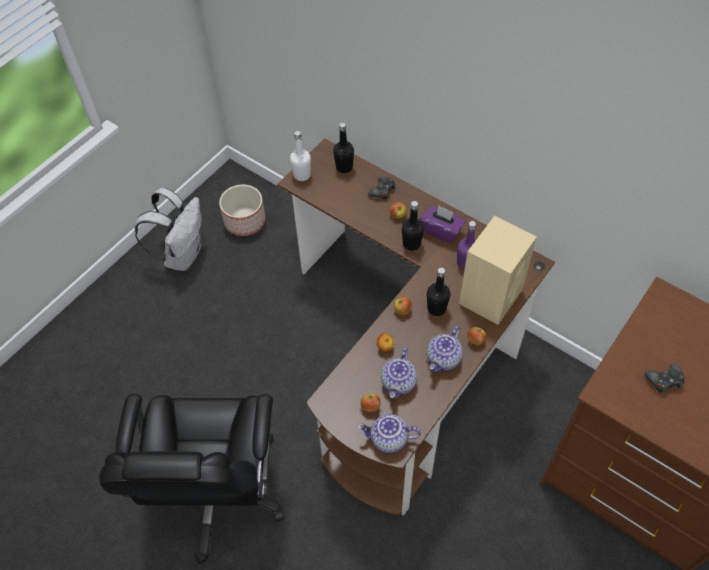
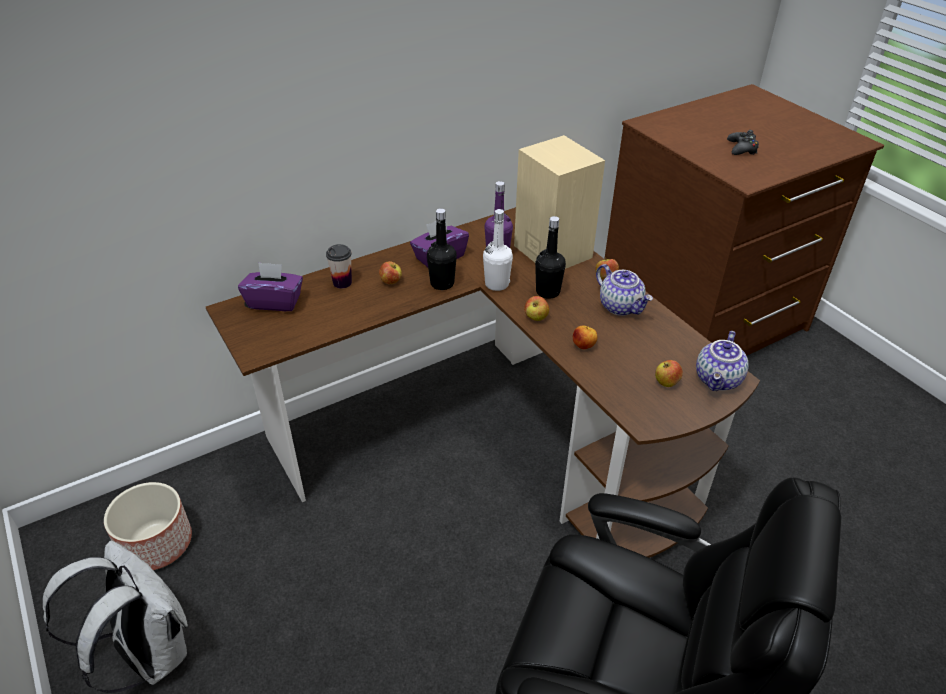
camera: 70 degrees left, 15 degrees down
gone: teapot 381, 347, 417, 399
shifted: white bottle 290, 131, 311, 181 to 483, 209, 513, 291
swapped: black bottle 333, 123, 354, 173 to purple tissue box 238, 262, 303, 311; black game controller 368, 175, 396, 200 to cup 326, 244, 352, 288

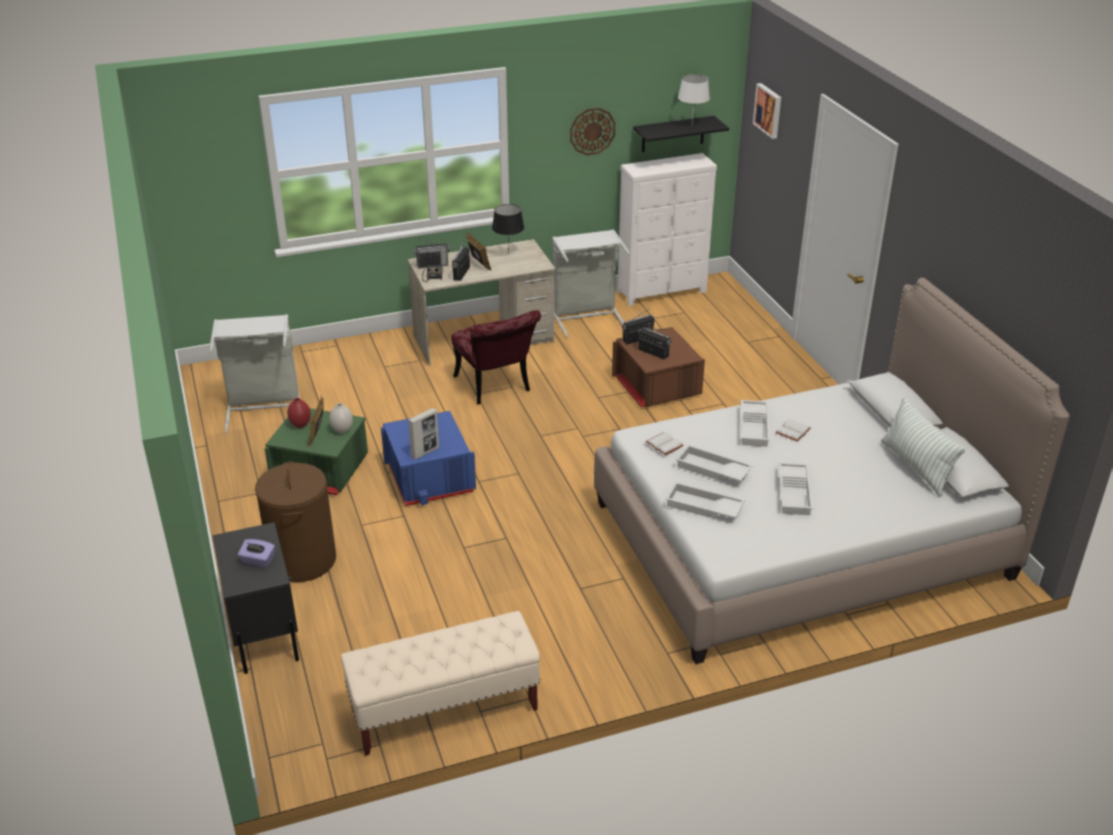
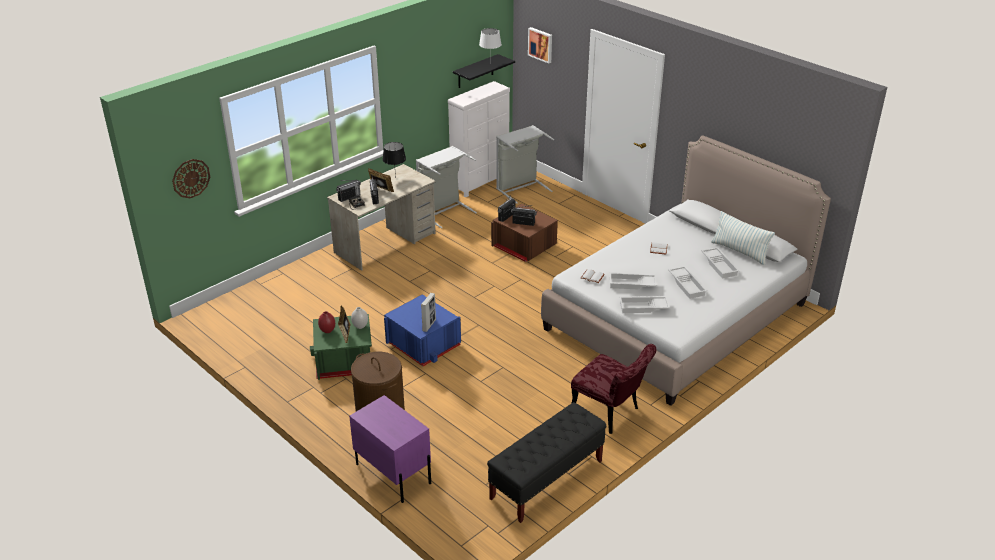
camera: 25 degrees left, 0 degrees up
gone: purple tissue box 238, 539, 275, 568
shifted: grey laundry basket 209, 314, 300, 433 to 496, 125, 554, 204; red chair 451, 310, 541, 404 to 571, 344, 656, 434; wall clock 570, 108, 616, 156 to 172, 159, 210, 198; white tray 741, 400, 770, 447 to 701, 247, 739, 278
repainted: black nightstand 212, 522, 299, 674 to purple nightstand 349, 395, 431, 503; beige bench 341, 611, 540, 756 to black bench 487, 402, 606, 523

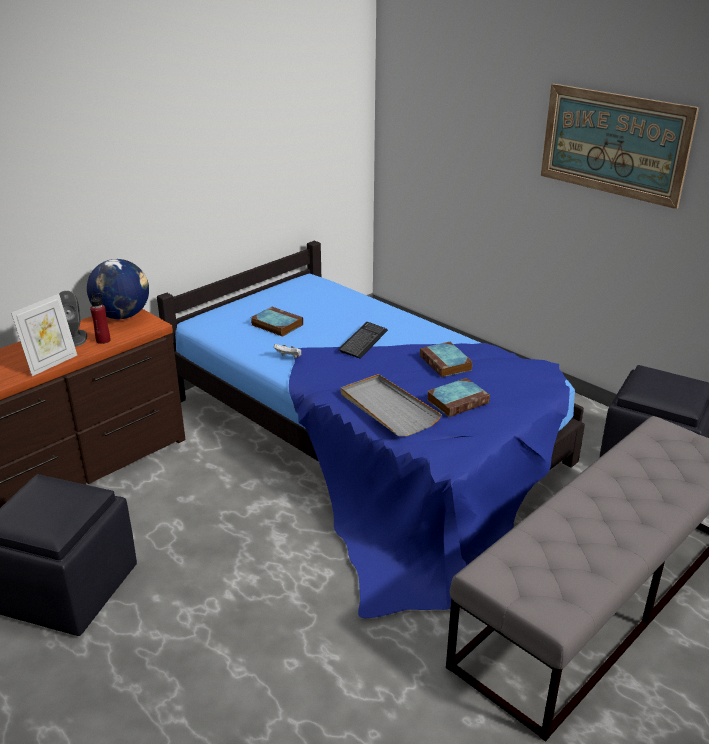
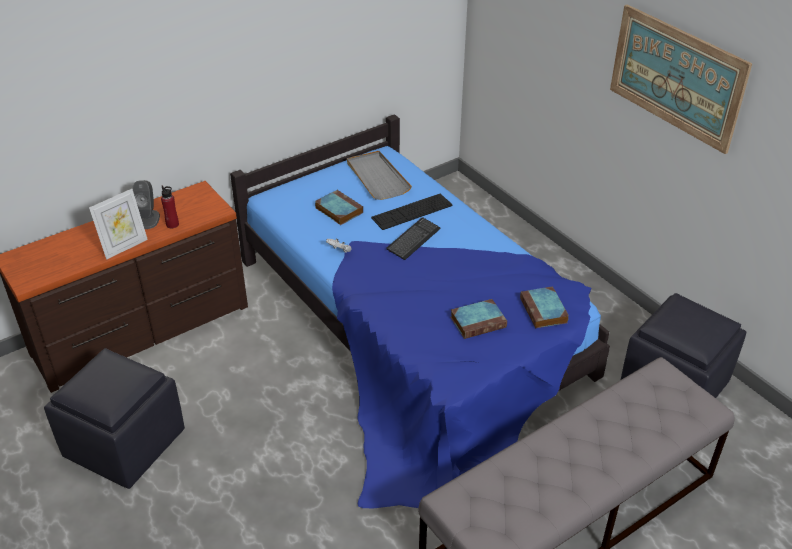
camera: 10 degrees right, 10 degrees up
gone: globe 87, 259, 149, 319
new: keyboard 371, 194, 453, 230
shifted: grey tray 341, 374, 442, 437 to 347, 151, 412, 200; book 420, 342, 473, 377 to 520, 286, 569, 328

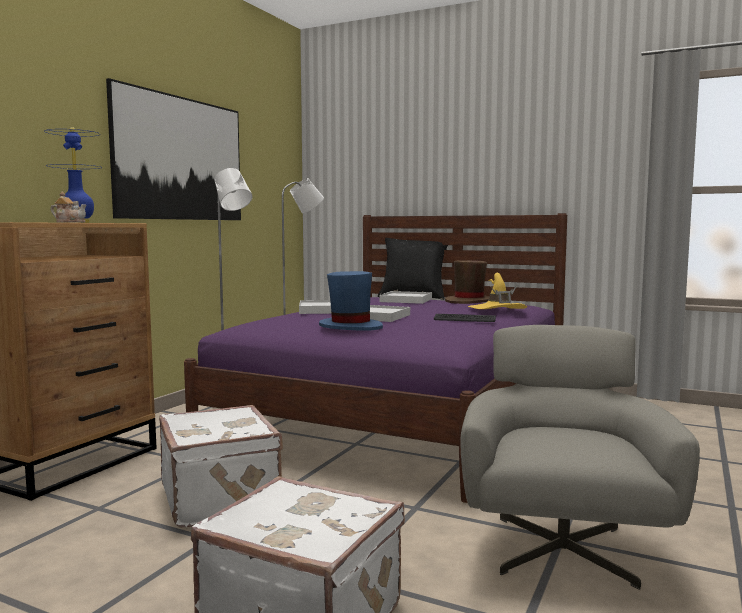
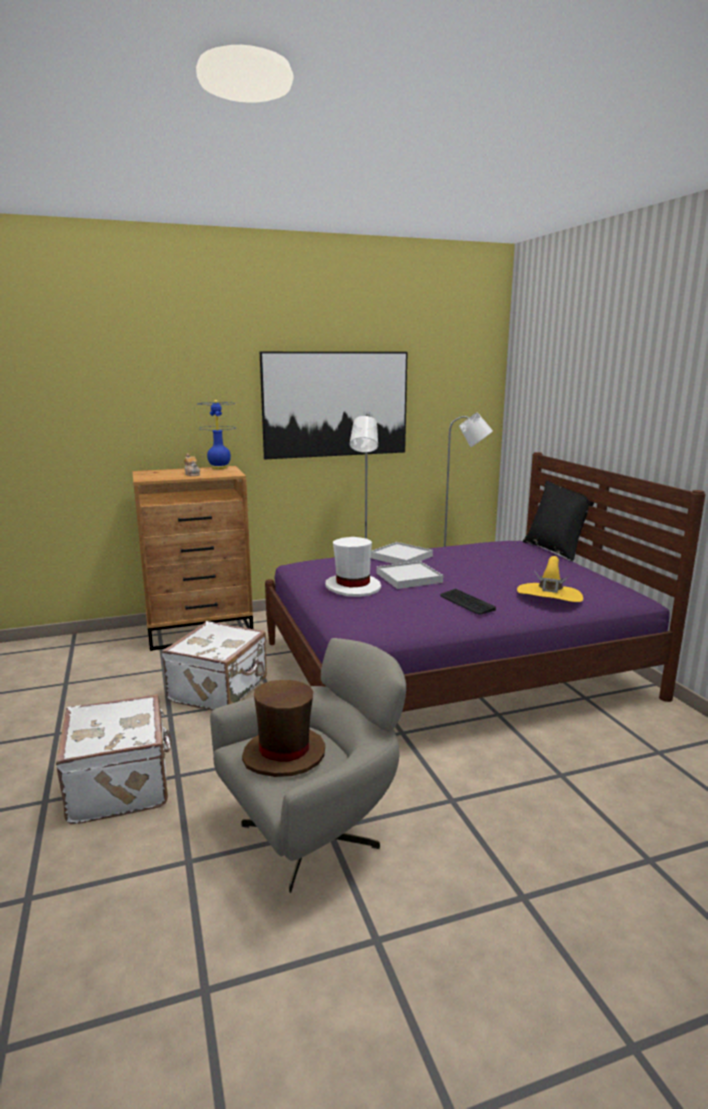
camera: 45 degrees right, 10 degrees up
gone: white tray 379, 291, 432, 304
shifted: brown hat 445, 260, 489, 304 to 242, 680, 325, 777
repainted: blue hat 319, 271, 383, 331 to white hat 326, 537, 381, 597

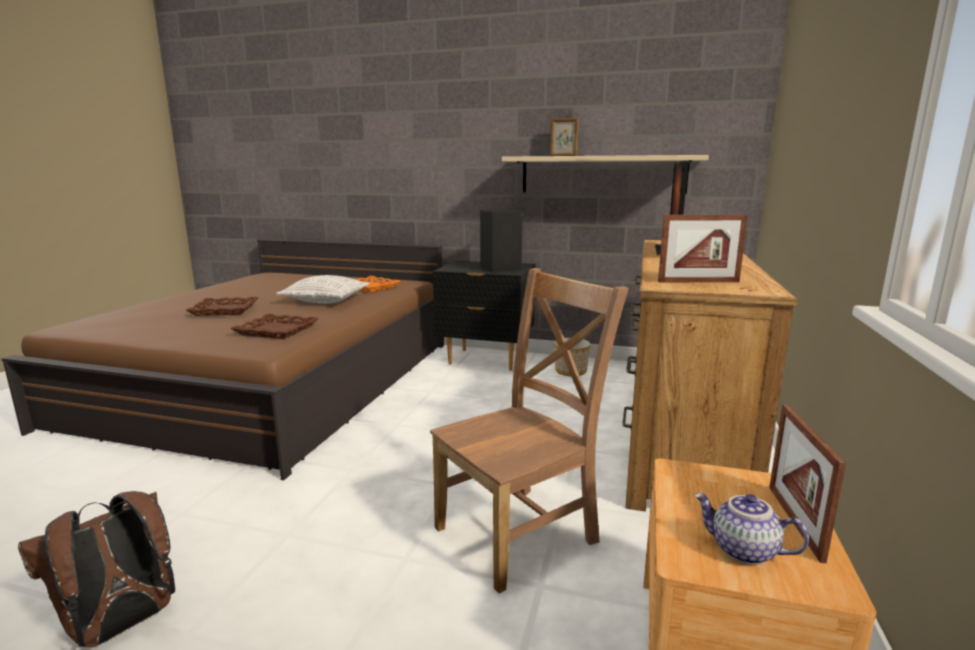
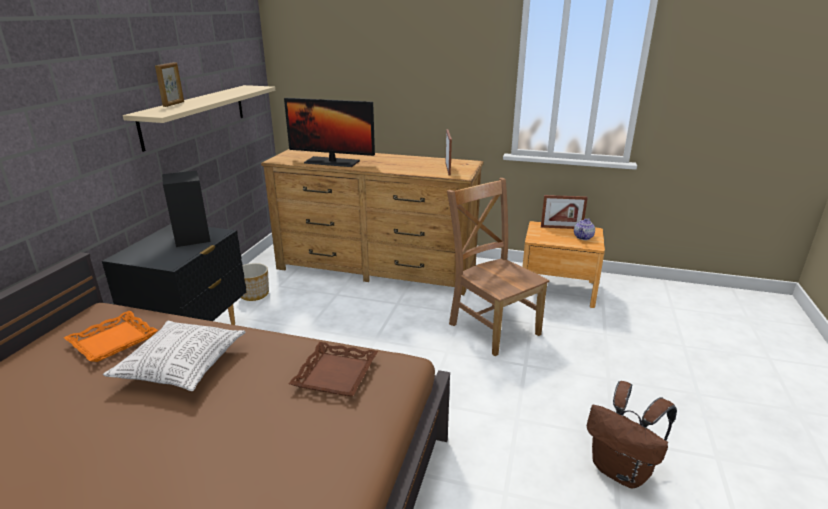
camera: 90 degrees left, 10 degrees up
gone: brown tray 186, 297, 259, 316

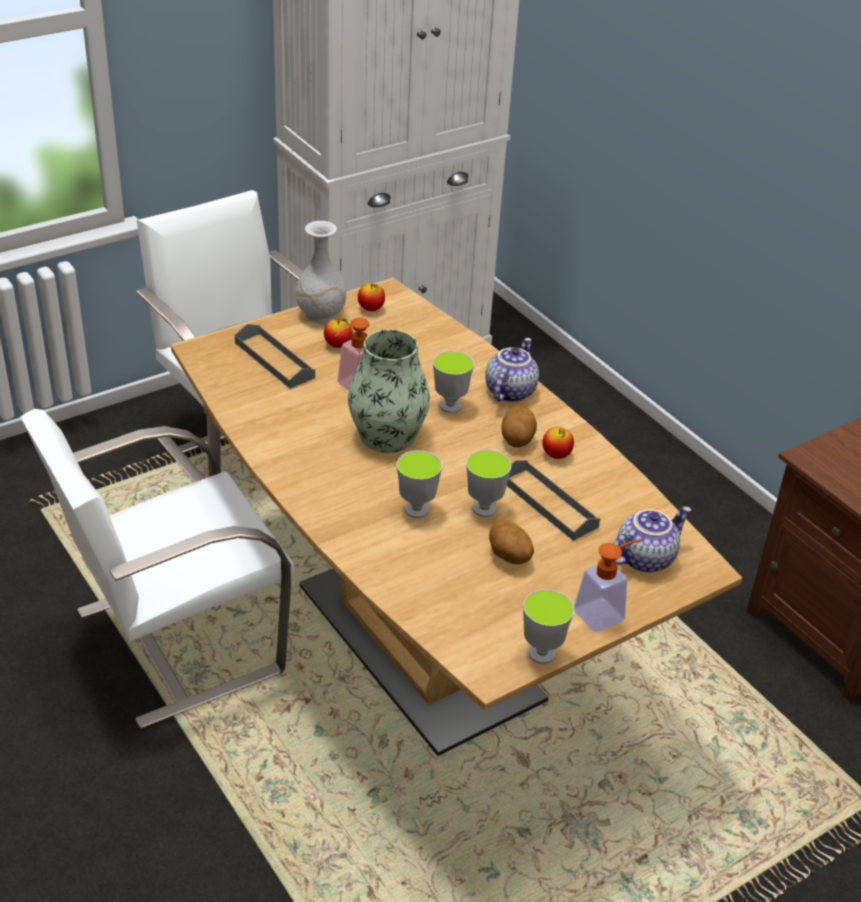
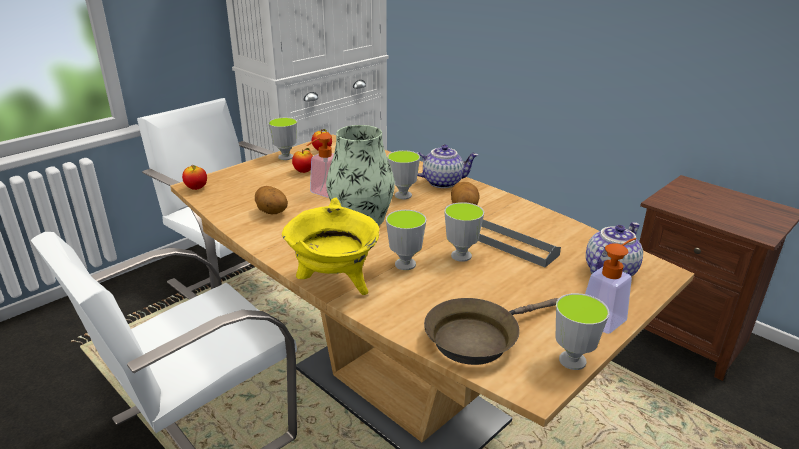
camera: 10 degrees left, 10 degrees down
gone: grey tray 235, 324, 315, 388
new: yellow cooking pot 282, 198, 379, 295; brown frying pan 424, 298, 558, 365
shifted: potato 489, 521, 534, 564 to 255, 186, 288, 214; apple 542, 426, 574, 459 to 182, 165, 207, 190
swapped: white vase 296, 221, 346, 323 to cup 268, 117, 297, 160
rotated: teapot 485, 338, 539, 402 = 417, 145, 478, 188 75 degrees clockwise

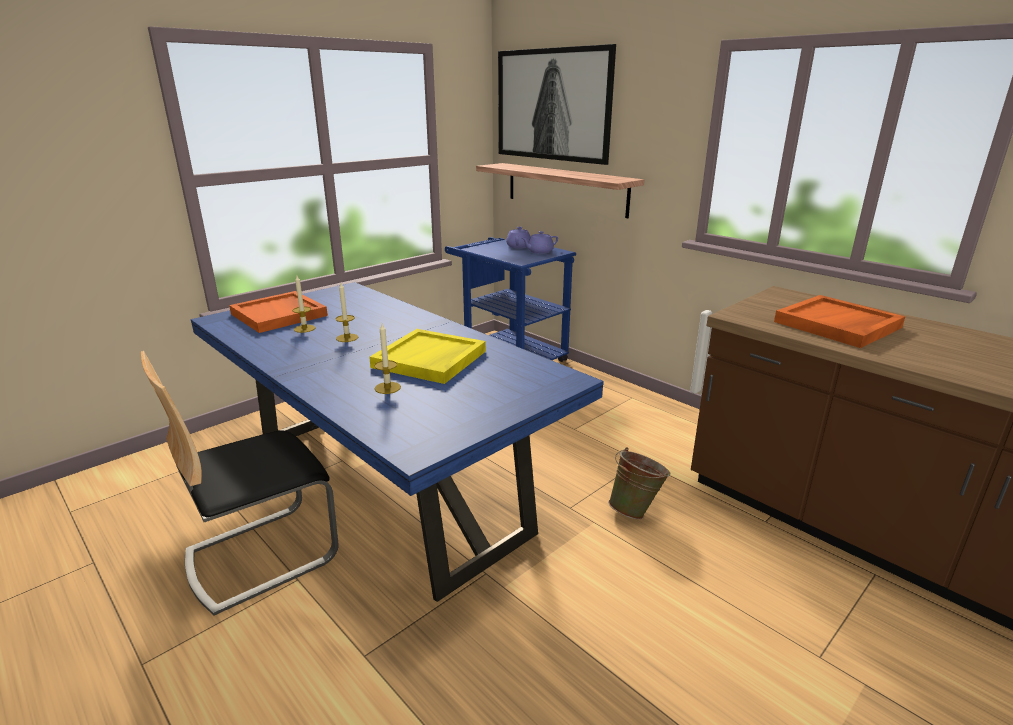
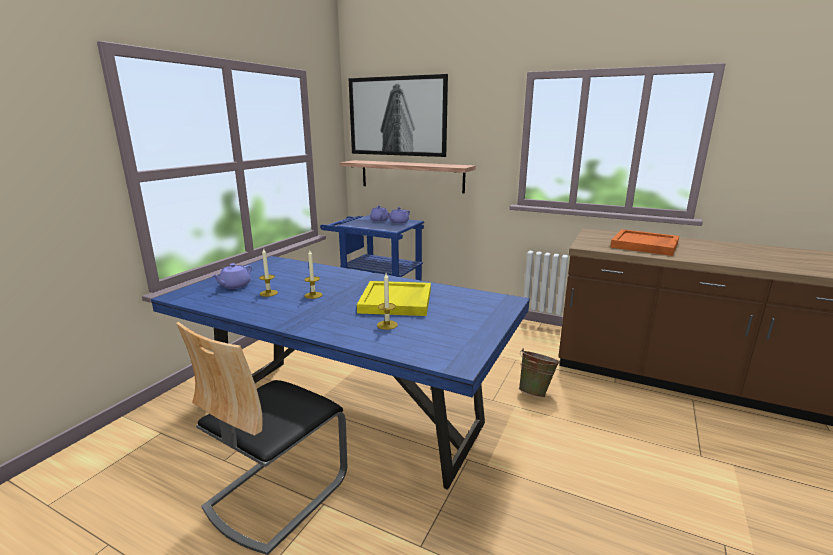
camera: 20 degrees left, 5 degrees down
swapped: orange tray 229, 291, 328, 333 to purple teapot 212, 263, 252, 289

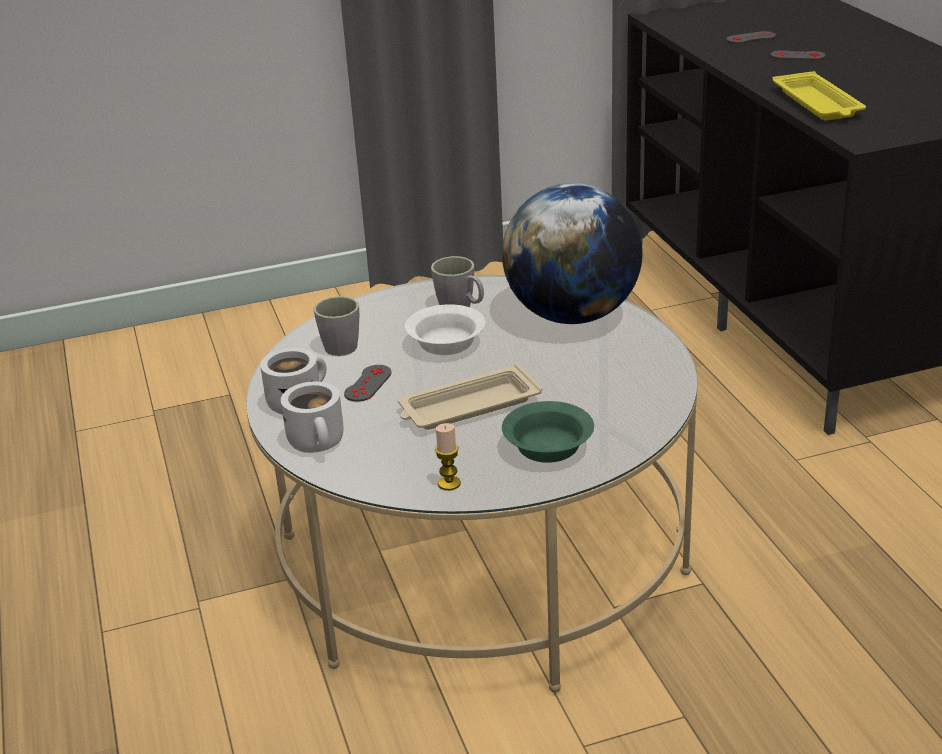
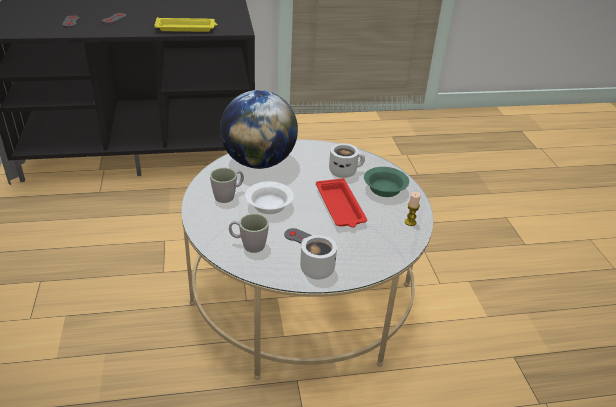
camera: 85 degrees left, 5 degrees up
shifted: white mug 281, 382, 344, 453 to 329, 143, 365, 178
repainted: beige tray 398, 364, 542, 430 to red tray 316, 178, 367, 227

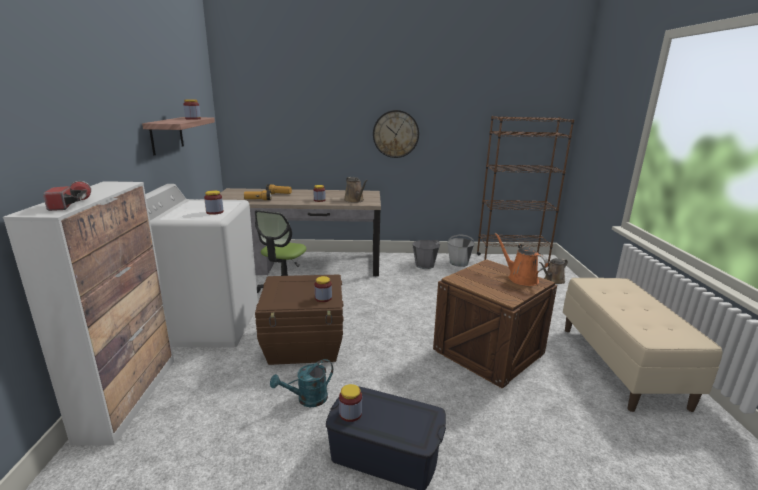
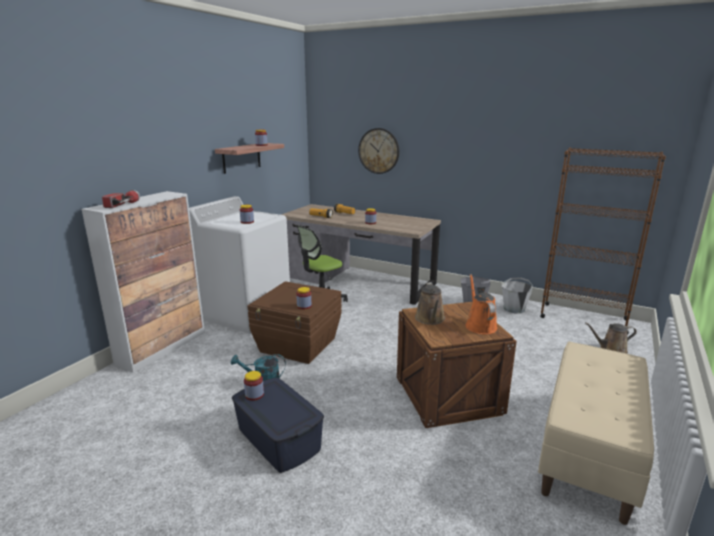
camera: 30 degrees right, 0 degrees up
shifted: brown watering can 344, 177, 368, 203 to 415, 282, 445, 325; wall clock 373, 110, 419, 158 to 358, 128, 399, 174

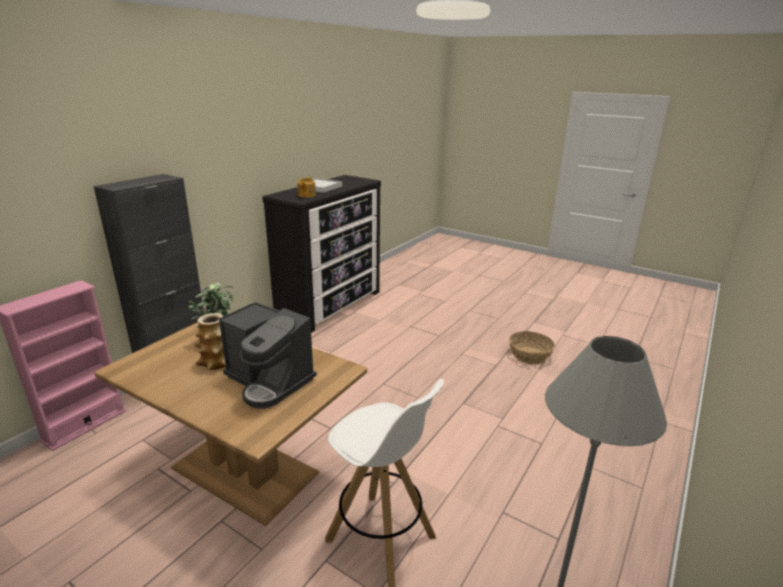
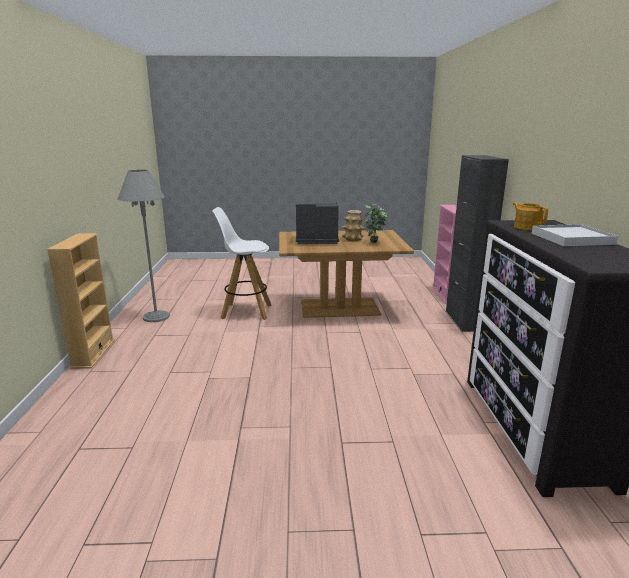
camera: 145 degrees right, 5 degrees down
gone: basket 509, 331, 555, 364
new: beige bookcase 47, 233, 115, 369

